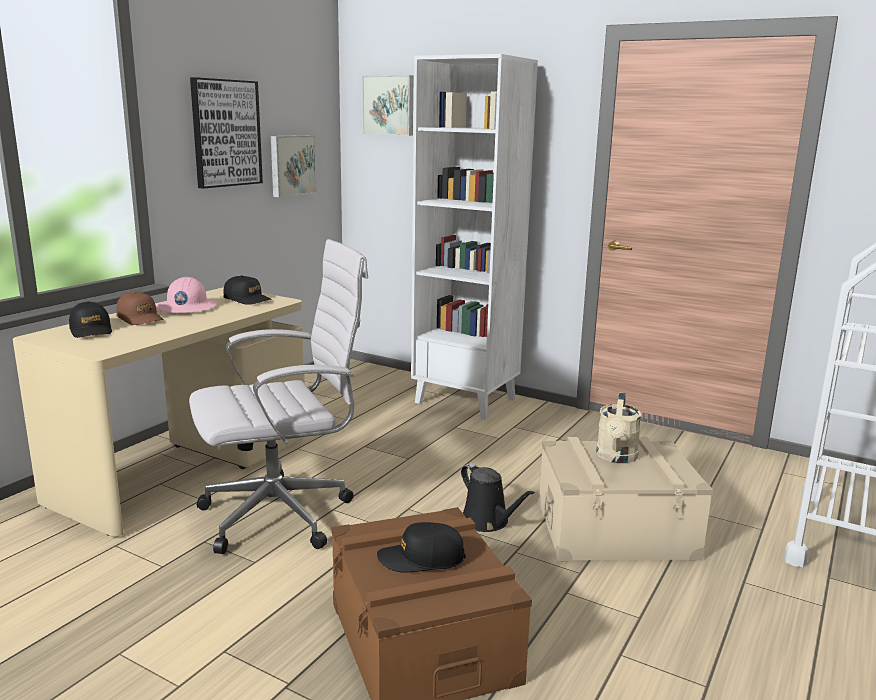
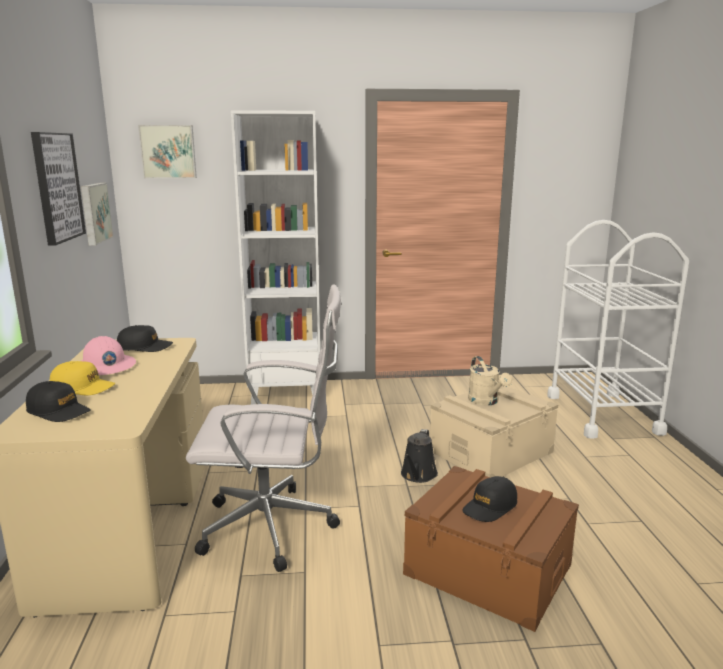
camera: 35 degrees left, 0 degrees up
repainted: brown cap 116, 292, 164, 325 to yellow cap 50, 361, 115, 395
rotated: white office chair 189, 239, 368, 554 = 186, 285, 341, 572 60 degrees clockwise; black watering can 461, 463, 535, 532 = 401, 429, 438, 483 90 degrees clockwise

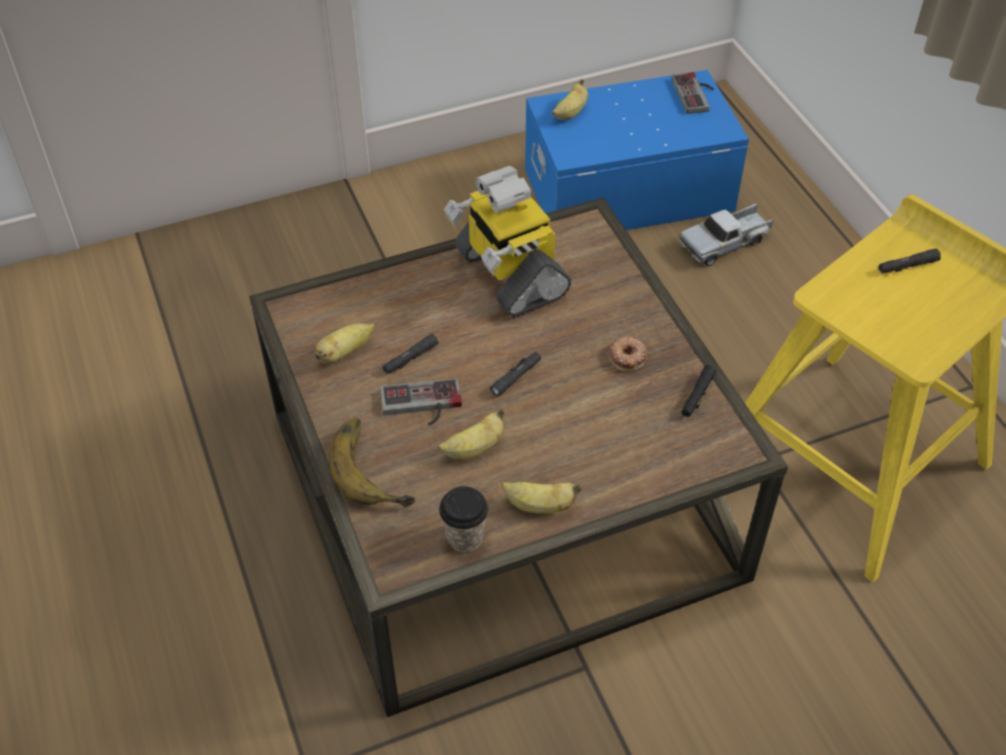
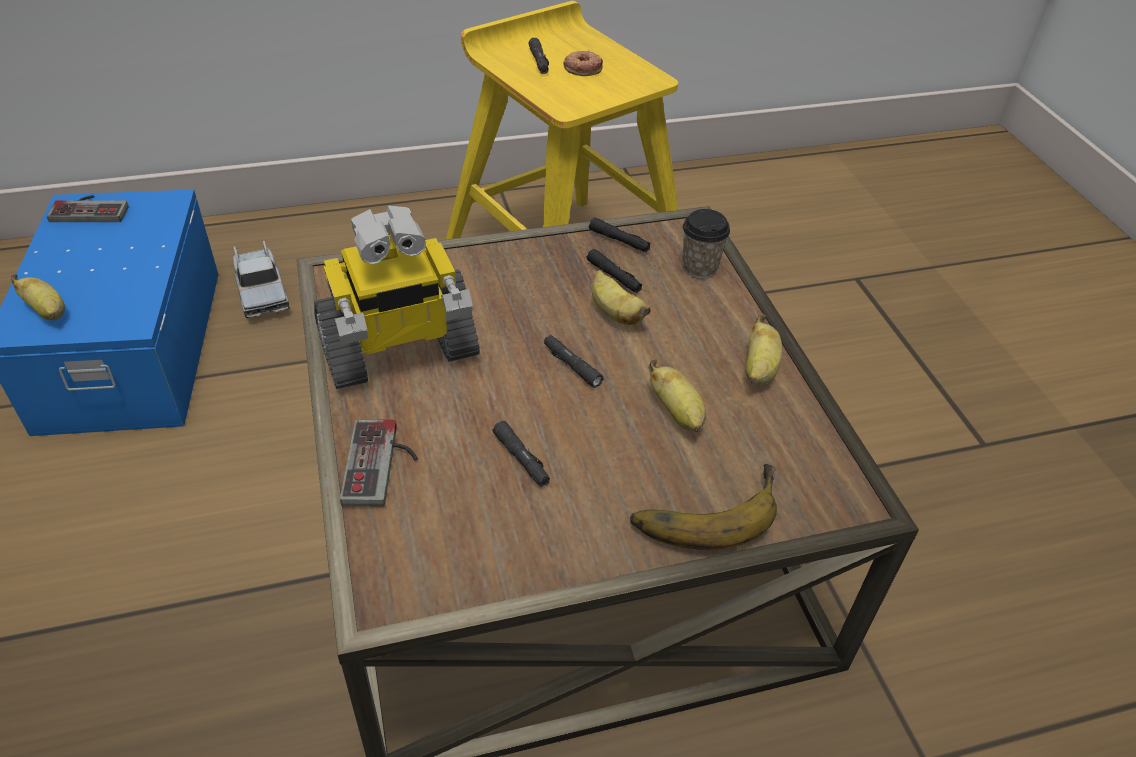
camera: 85 degrees left, 5 degrees down
new: black flashlight 587, 249, 642, 293
shifted: banana 315, 323, 376, 363 to 592, 270, 651, 325; game controller 380, 378, 462, 425 to 340, 419, 418, 507; cup 439, 486, 488, 552 to 682, 209, 730, 279; donut 609, 336, 648, 372 to 563, 50, 603, 76

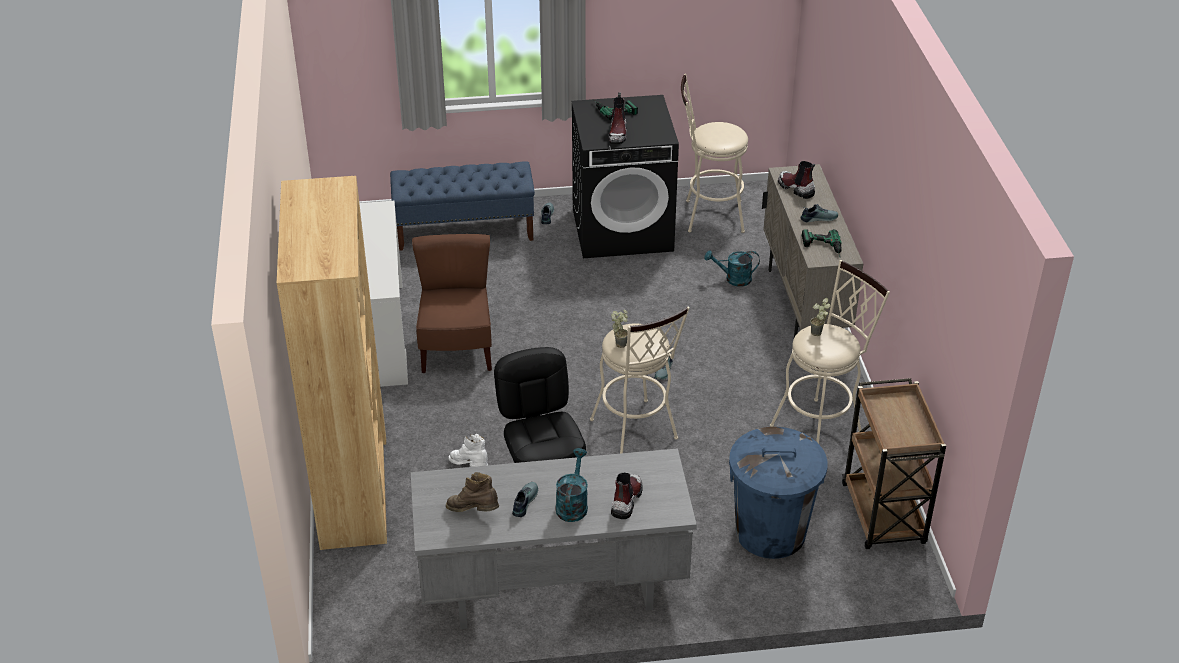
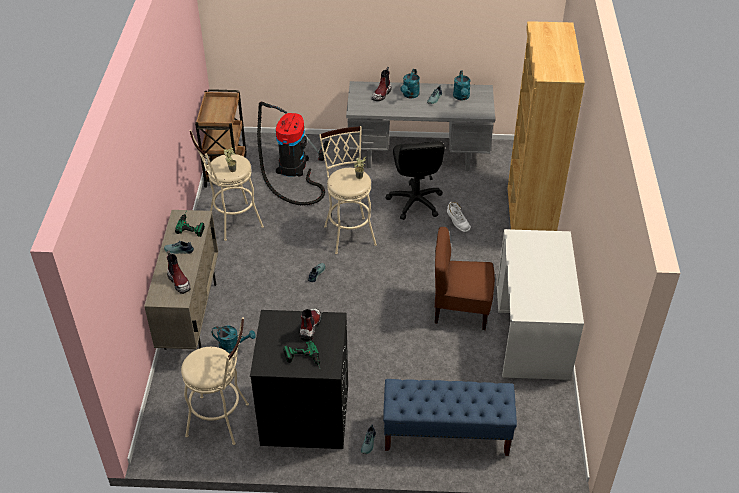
camera: 170 degrees left, 5 degrees up
swapped: brown boot 446, 472, 499, 512 to turquoise watering can 453, 71, 471, 100; blue trash can 729, 427, 828, 559 to vacuum cleaner 257, 102, 330, 206
rotated: brown chair 412, 234, 492, 373 = 435, 227, 495, 330 90 degrees clockwise

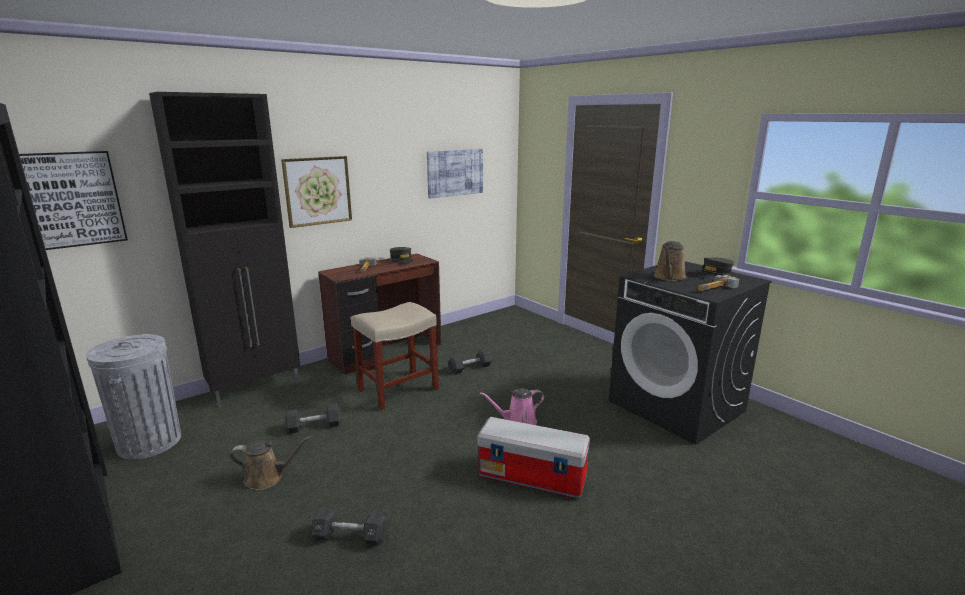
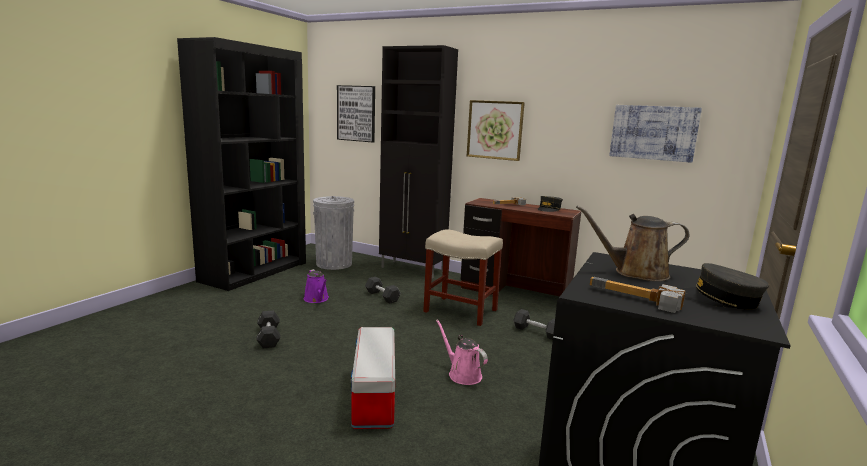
camera: 65 degrees right, 5 degrees down
repainted: brown watering can 230, 437, 311, 490 to purple watering can 304, 269, 329, 303

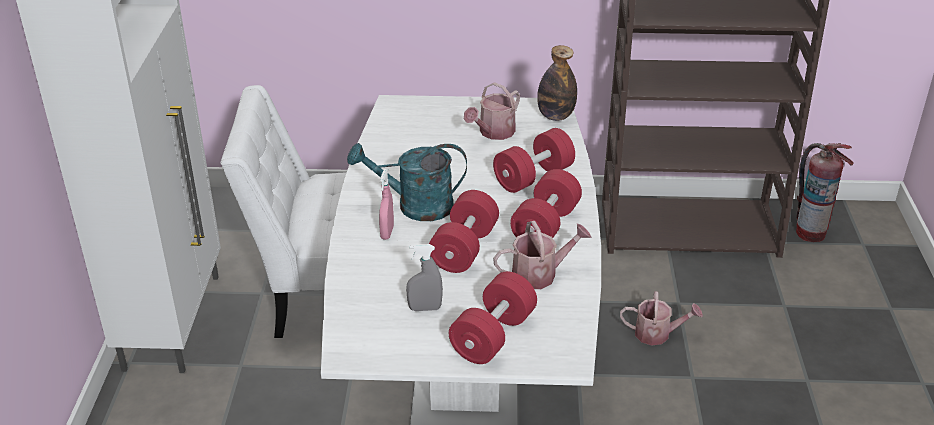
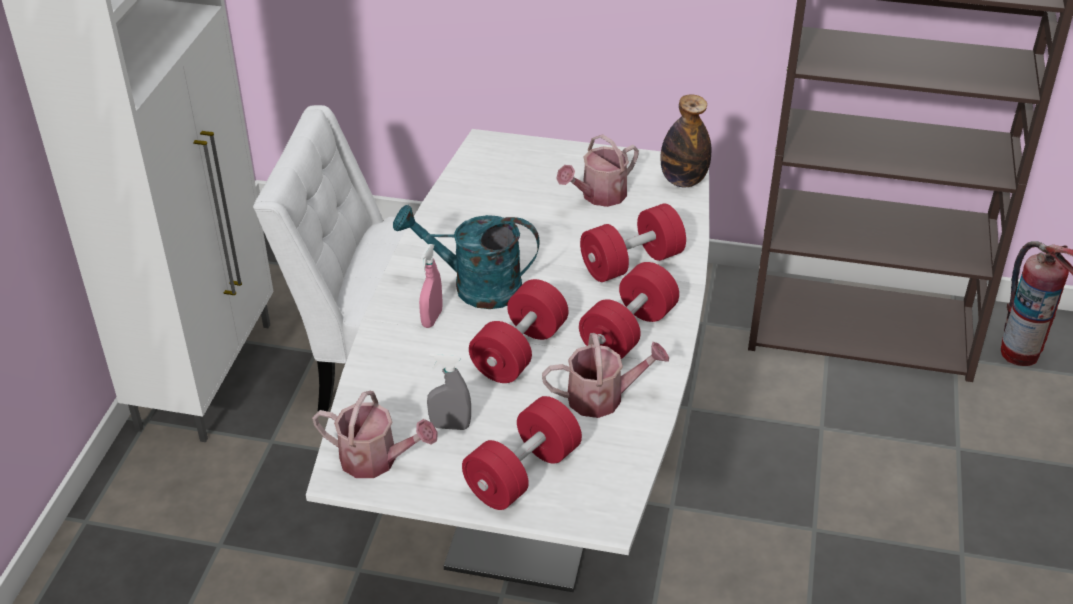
camera: 10 degrees right, 5 degrees up
shifted: watering can 620, 291, 703, 346 to 312, 391, 438, 478

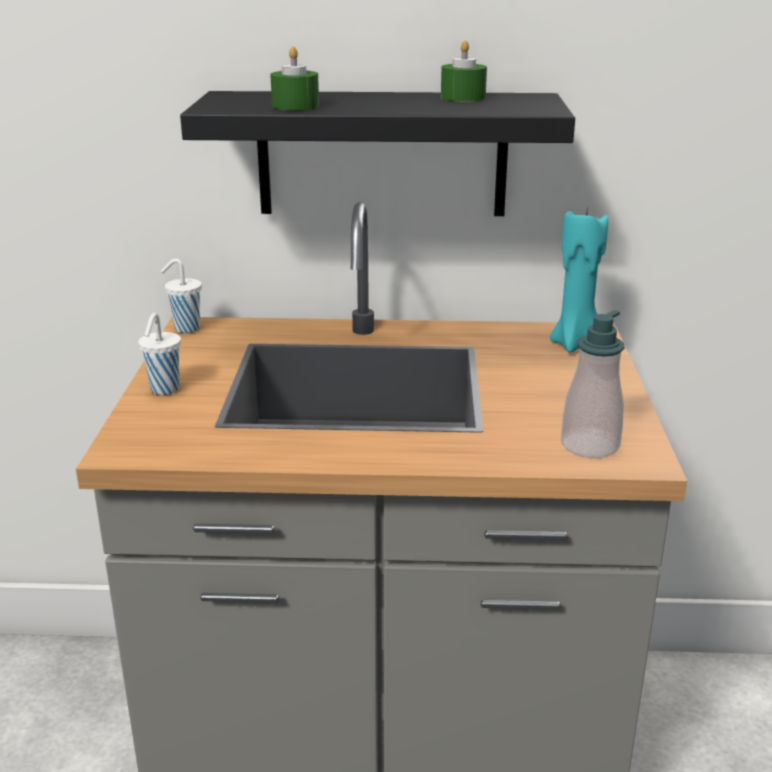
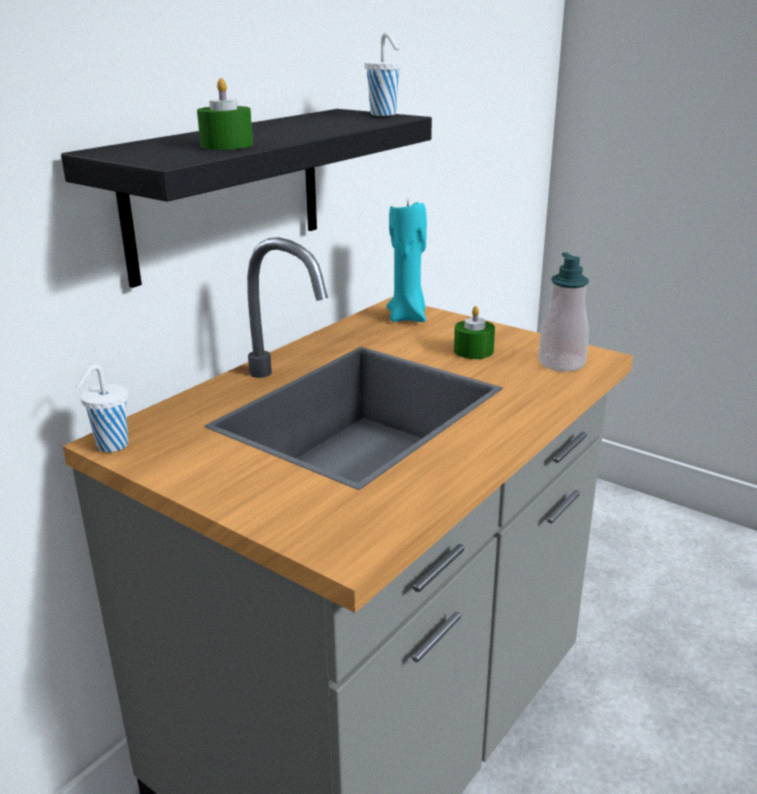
camera: 55 degrees left, 0 degrees up
shifted: white cup 138, 313, 181, 395 to 364, 32, 402, 116; green candle 441, 40, 487, 101 to 454, 306, 495, 359

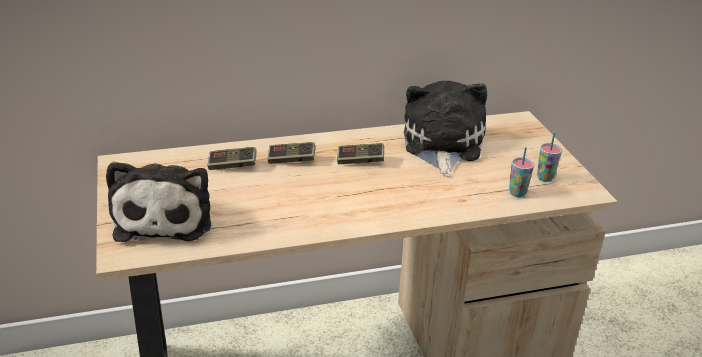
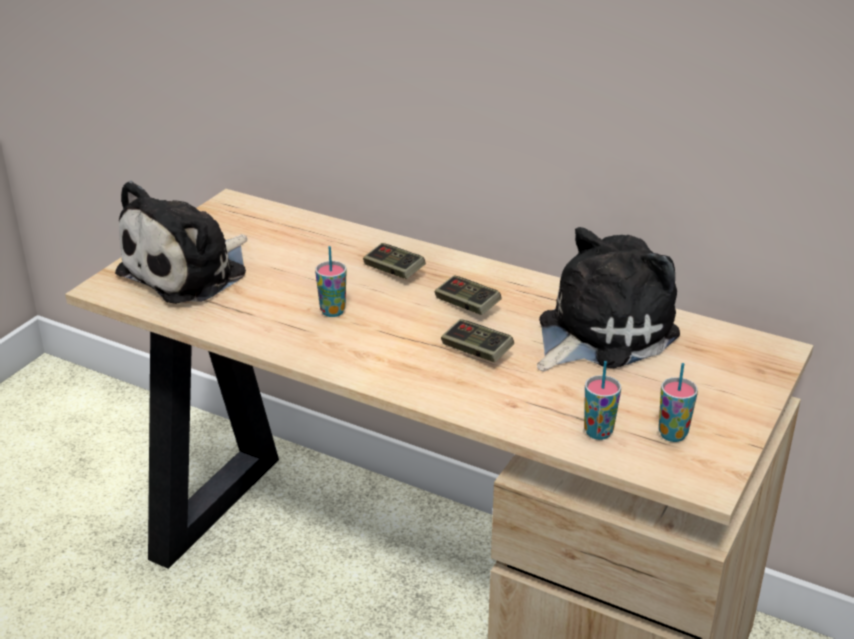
camera: 45 degrees right, 0 degrees up
new: cup 315, 246, 347, 317
shifted: game controller 207, 147, 257, 170 to 441, 319, 514, 362

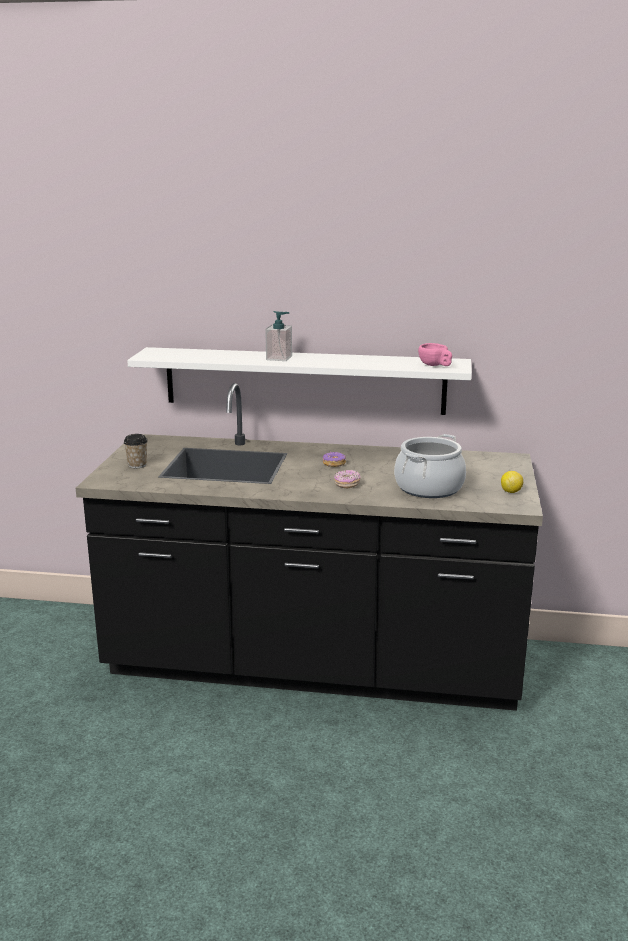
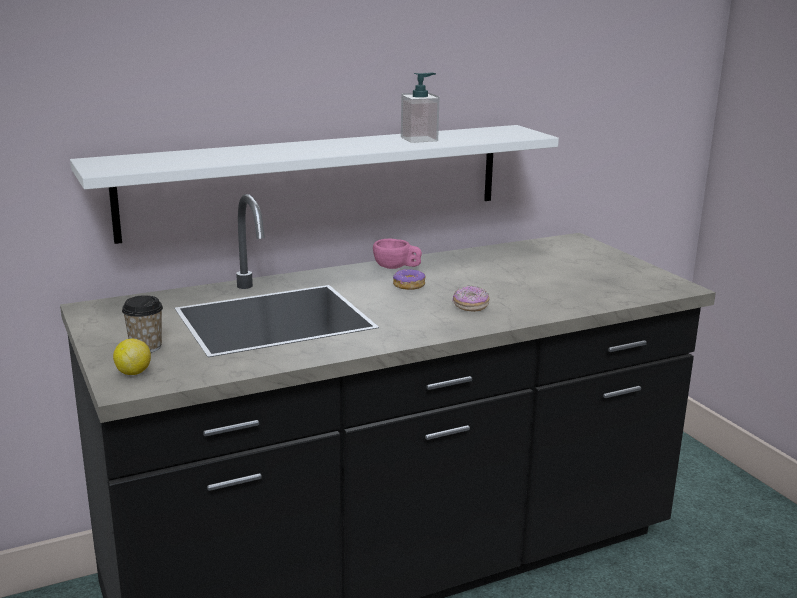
camera: 35 degrees left, 0 degrees up
gone: cooking pot 394, 434, 466, 498
shifted: soap dispenser 265, 311, 292, 361 to 401, 73, 440, 143; pink cup 418, 343, 452, 366 to 373, 238, 422, 269; lemon 501, 471, 523, 493 to 113, 339, 151, 375

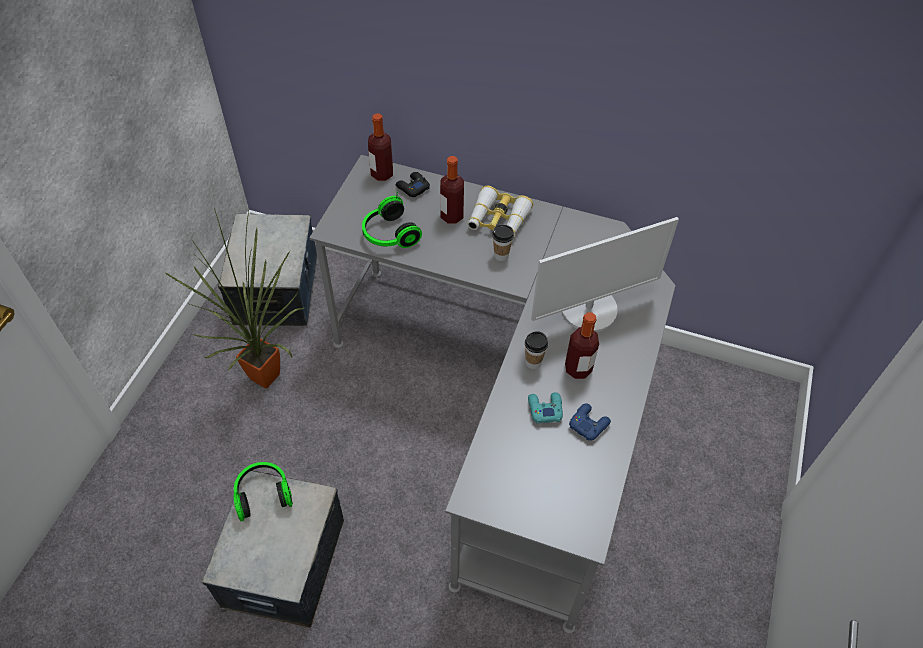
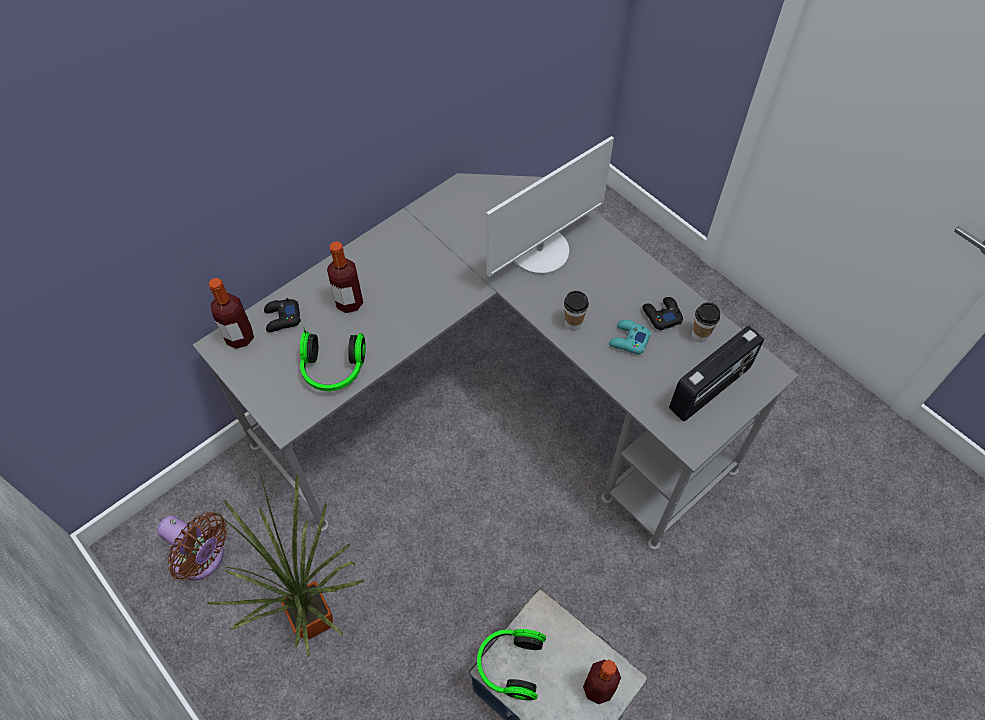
camera: 60 degrees left, 5 degrees up
gone: binoculars 467, 186, 533, 240
new: radio 669, 326, 765, 422
shifted: cup 493, 225, 514, 261 to 692, 302, 720, 342; bottle 565, 312, 599, 379 to 583, 659, 621, 705
swapped: storage box 218, 214, 318, 326 to brown fan 157, 512, 228, 580
repainted: blue game controller 569, 403, 611, 441 to black game controller 642, 297, 683, 331
rotated: monitor 531, 217, 679, 332 = 486, 136, 614, 277 45 degrees clockwise

